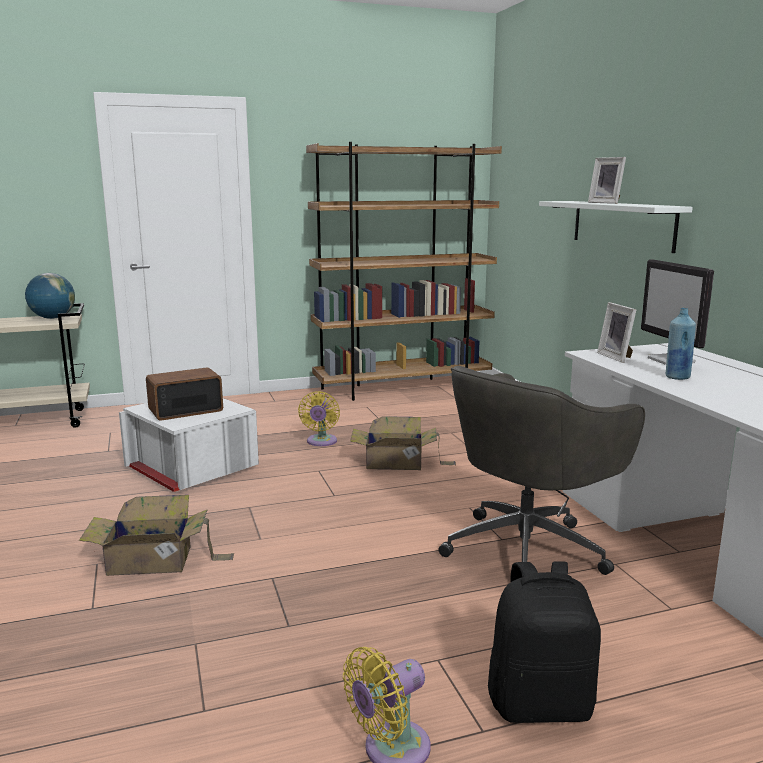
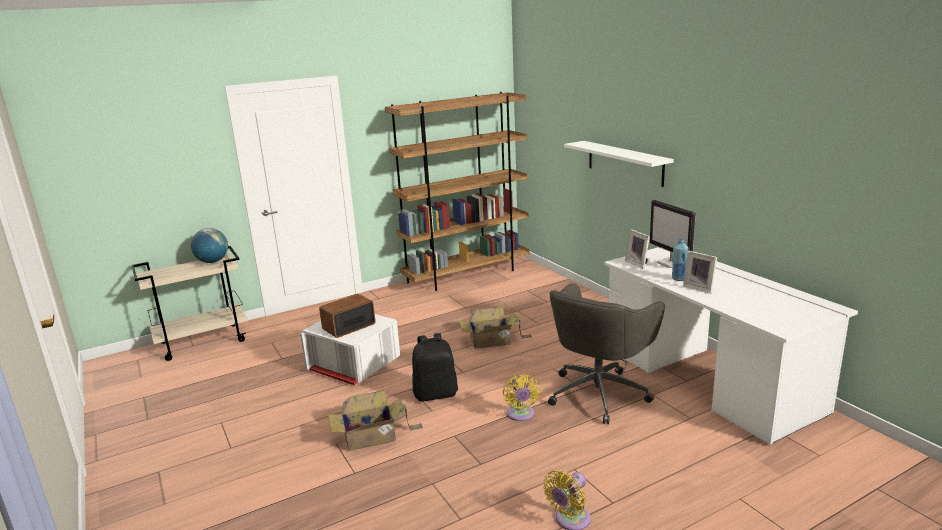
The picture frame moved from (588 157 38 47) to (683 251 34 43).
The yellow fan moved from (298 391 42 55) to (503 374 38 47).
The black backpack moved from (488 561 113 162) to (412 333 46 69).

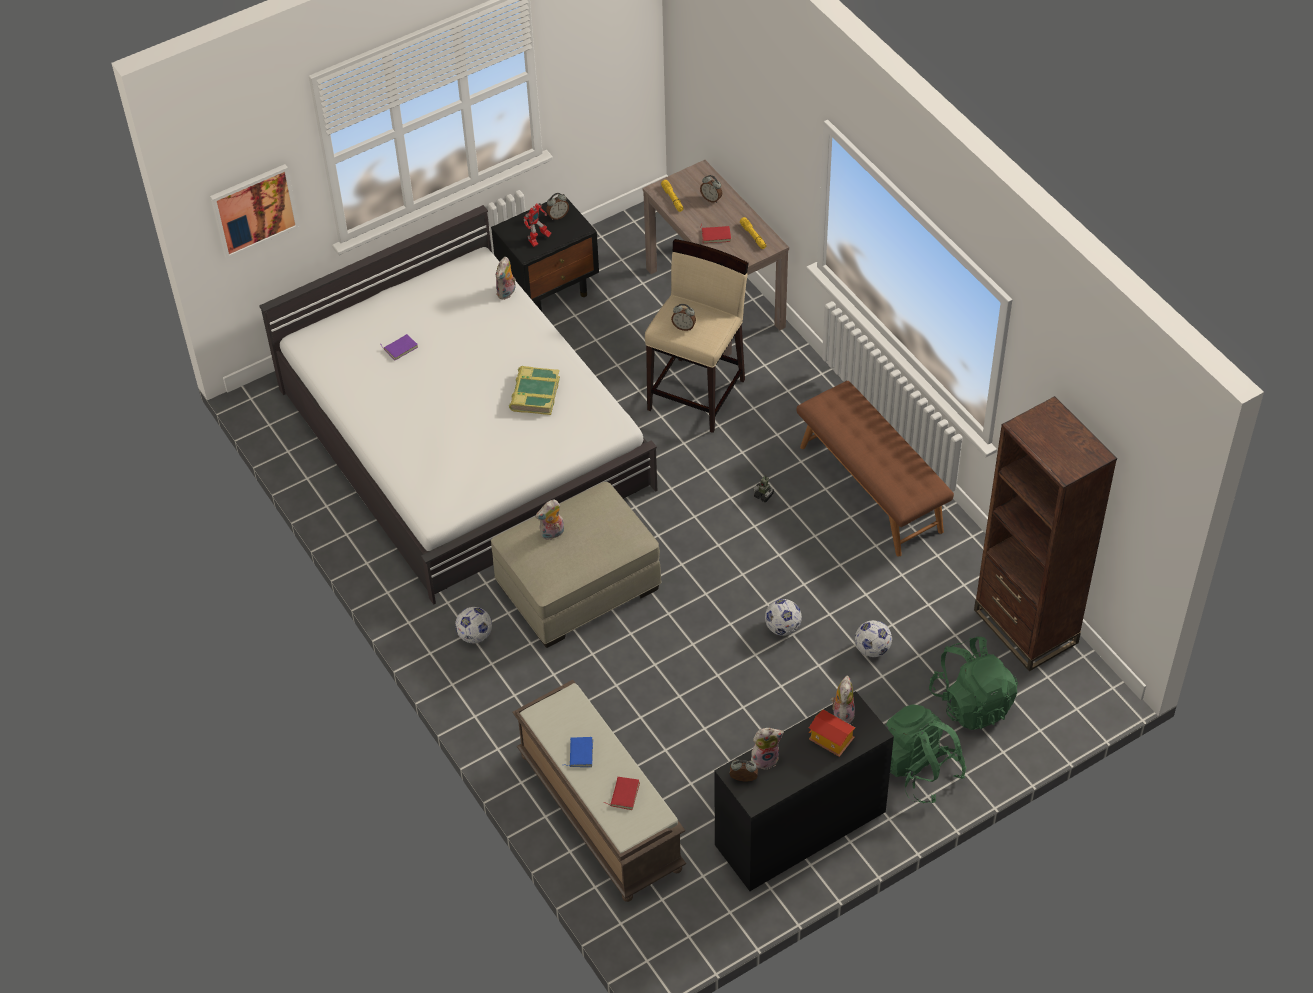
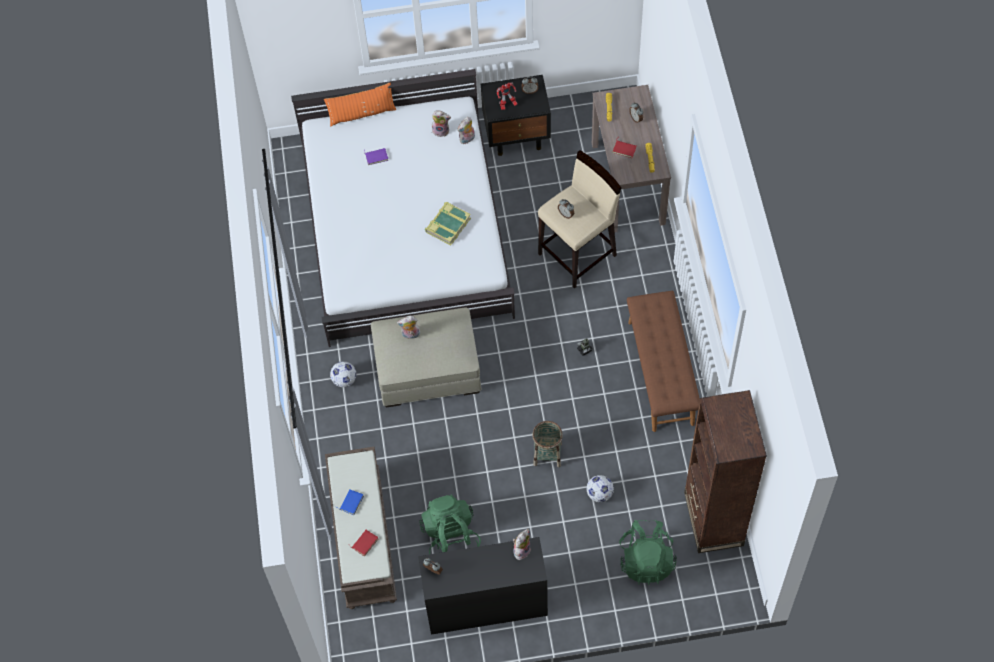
The picture at (210 164 90 95) disappeared.
The football at (765 599 37 37) was replaced by the basket at (532 421 31 46).
The green backpack moved from (886 705 80 98) to (419 495 62 59).
The toy house at (809 709 46 48) disappeared.
The plush toy moved from (751 728 33 43) to (432 110 19 27).
The orange pillow at (324 83 72 43) appeared.

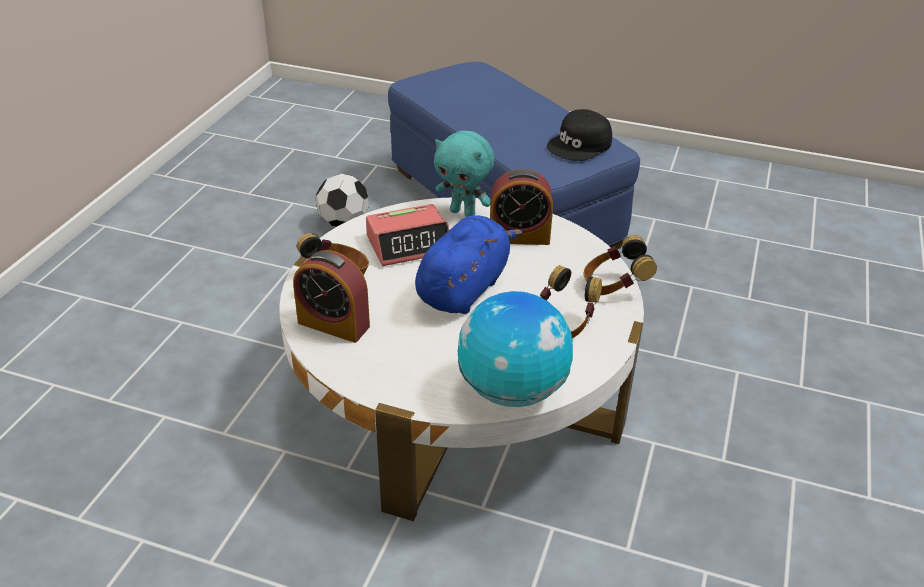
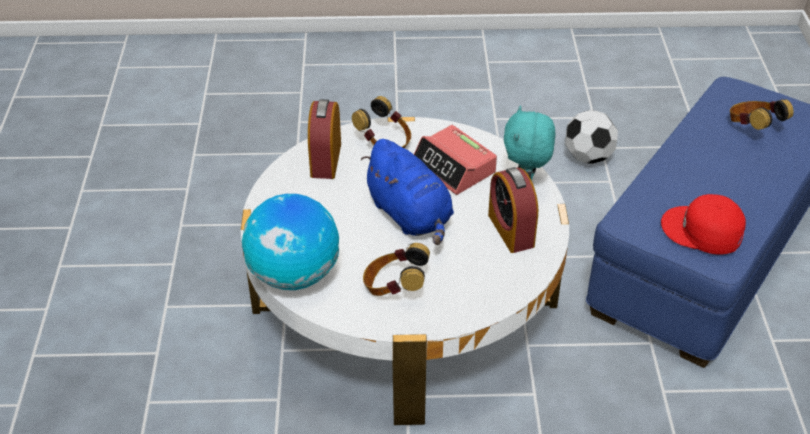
The black cap at (547 109 65 52) became the red cap at (661 194 85 60).
The blue plush toy at (415 215 108 99) turned 45 degrees clockwise.
The headphones moved from (584 235 73 60) to (730 99 64 31).

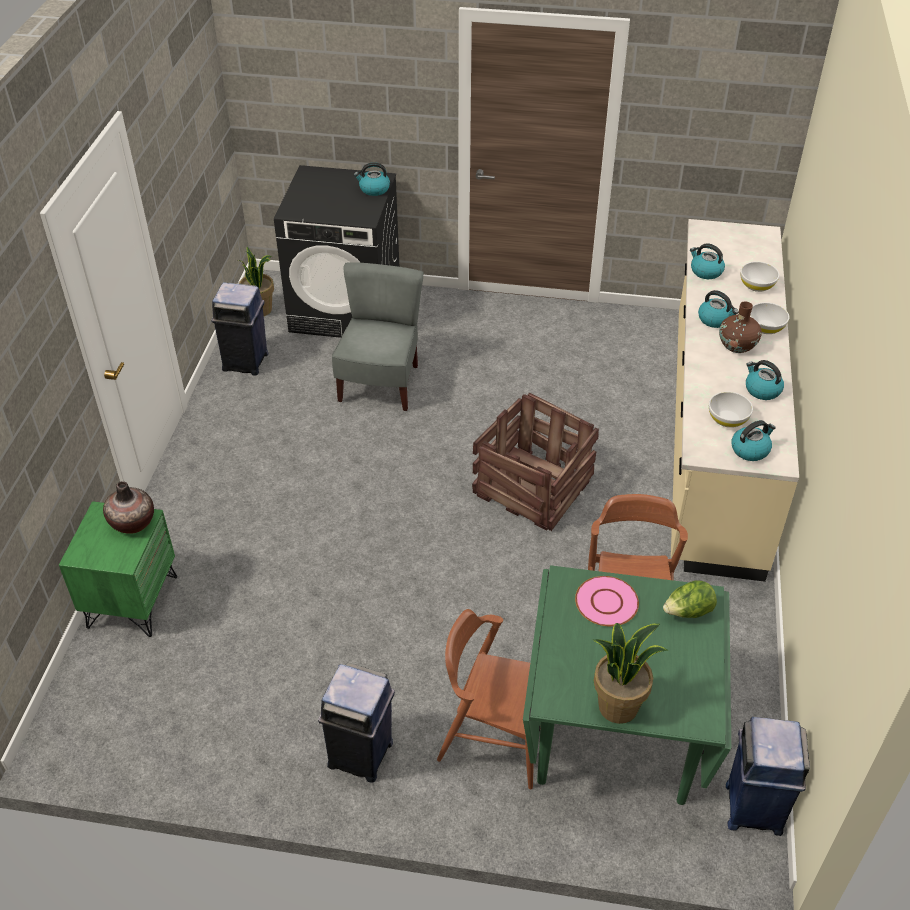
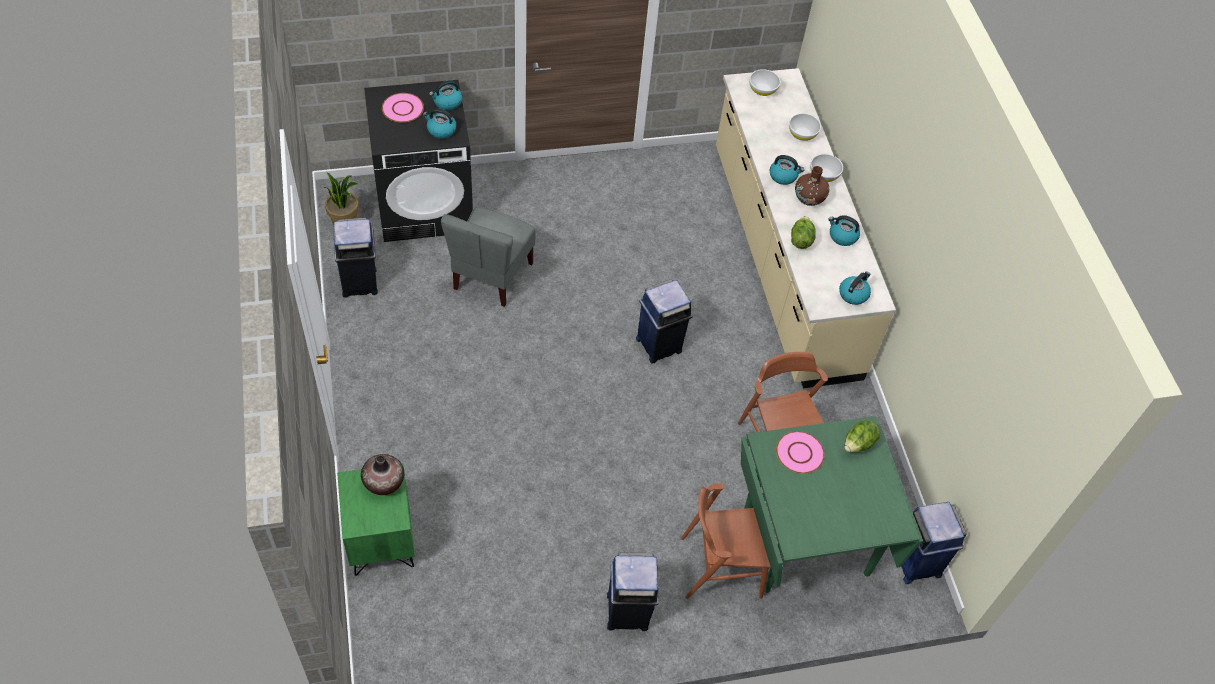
The kettle moved from (690 243 35 36) to (423 108 33 31).
The grey chair at (332 262 91 149) turned 150 degrees counterclockwise.
The white bowl moved from (709 392 44 36) to (749 69 32 27).
The crate at (472 393 127 138) was replaced by the blue trash can at (636 279 57 85).
The potted plant at (592 623 77 101) disappeared.
The pink plate at (382 93 42 29) appeared.
The lettuce at (791 216 25 33) appeared.

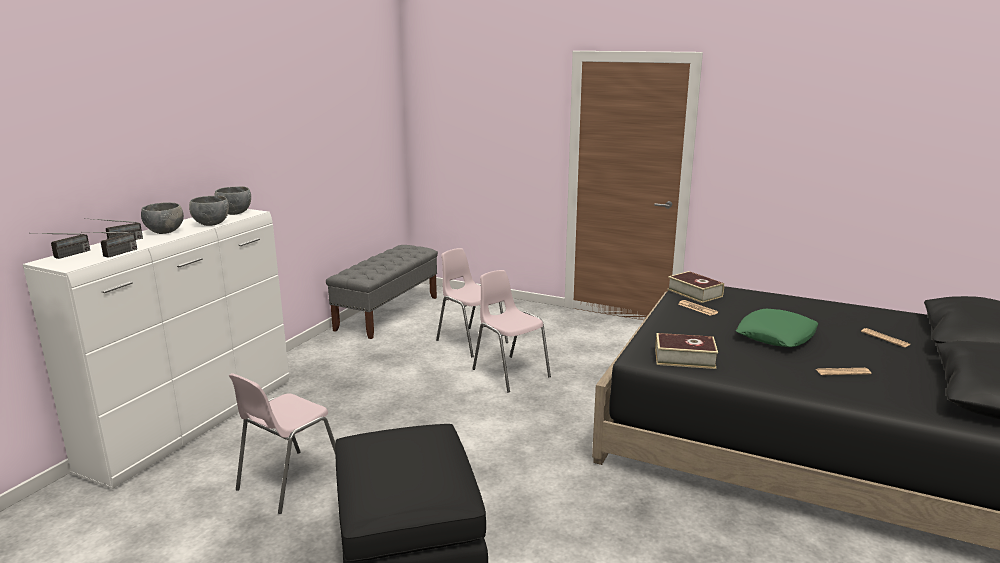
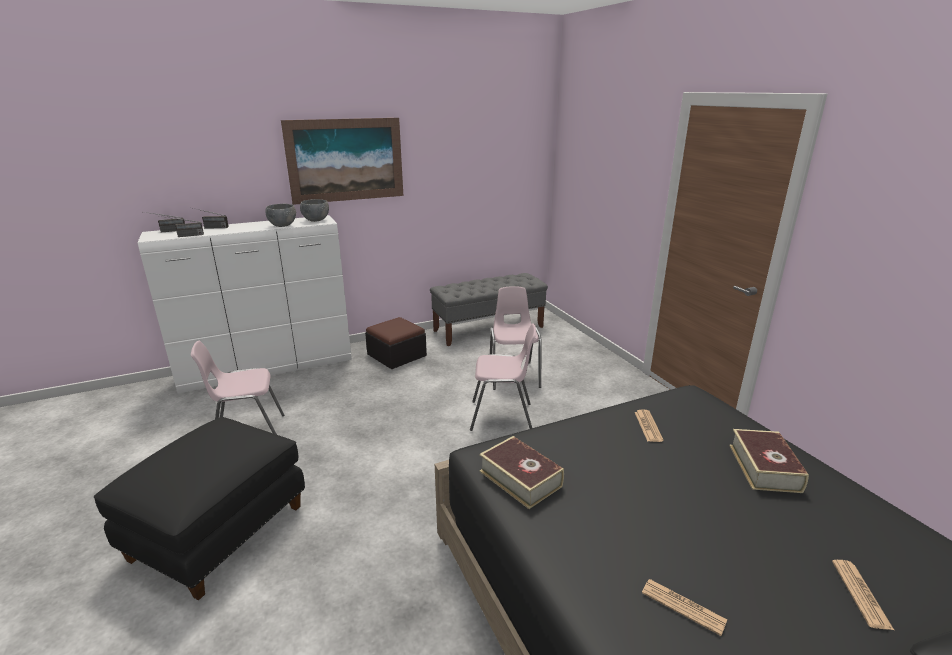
The grey bowl at (141 202 43 32) disappeared.
The pink chair at (472 270 79 123) turned 90 degrees clockwise.
The book moved from (667 271 57 32) to (729 429 80 64).
The green pillow at (736 309 82 38) disappeared.
The picture at (281 118 122 87) appeared.
The ottoman at (365 317 62 52) appeared.

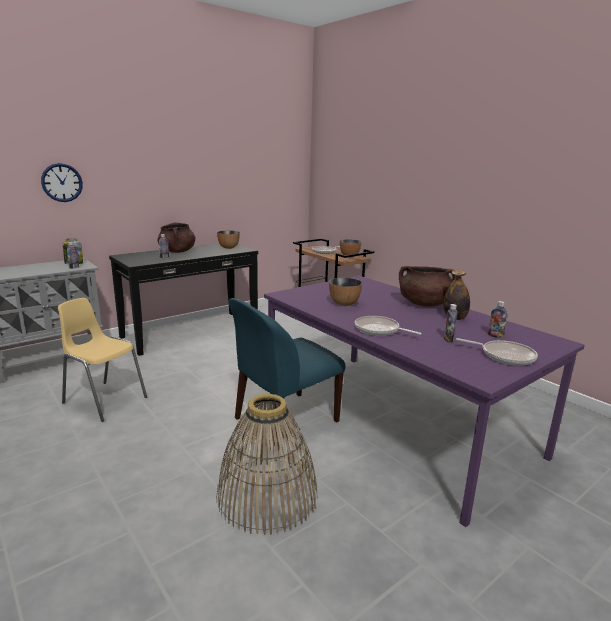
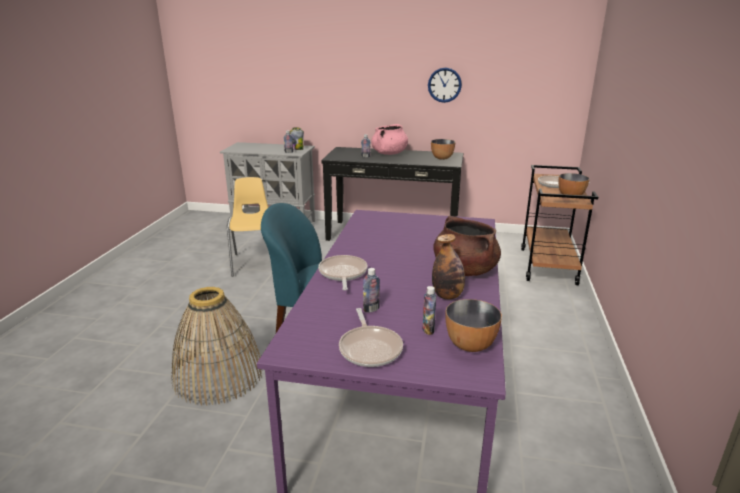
The wall clock moved from (41 163 42 39) to (428 68 34 35).
The brown cooking pot at (158 222 37 31) became the pink cooking pot at (371 124 37 31).
The bowl moved from (329 278 33 28) to (445 299 57 53).

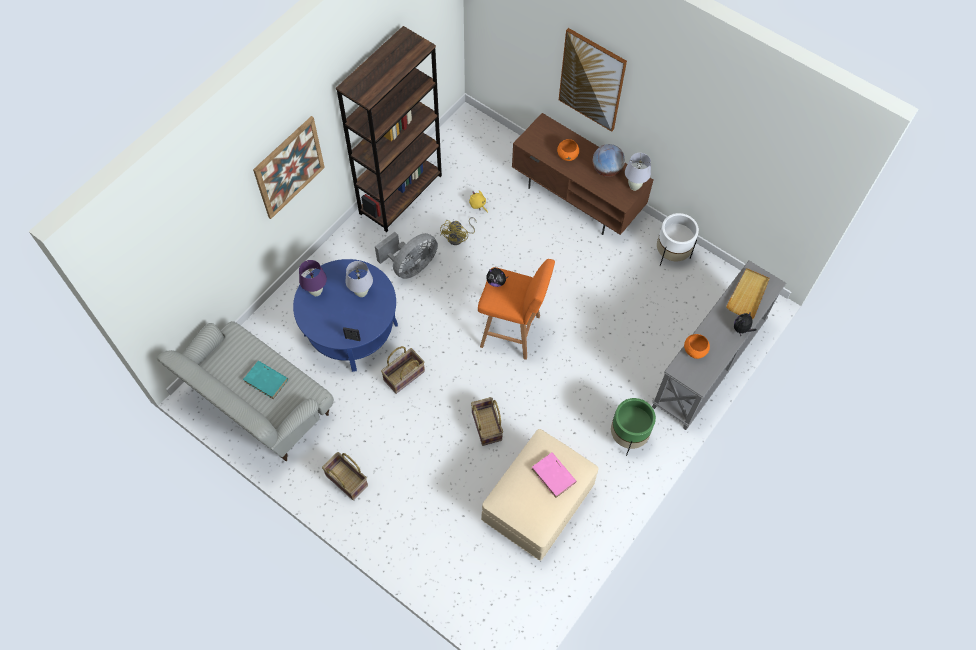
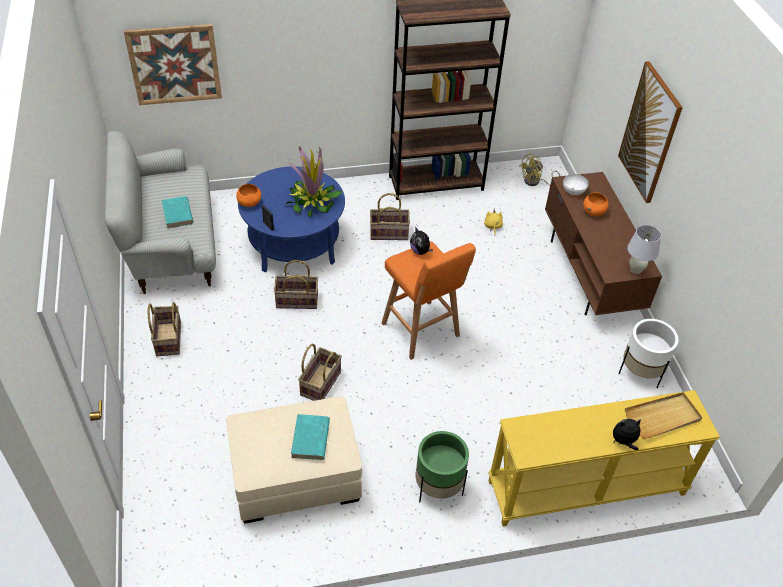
The picture moved from (253 116 72 103) to (124 24 98 81).
The globe at (593 144 32 33) disappeared.
The yellow fan moved from (440 217 37 28) to (519 153 41 33).
The grey fan at (375 232 63 47) was replaced by the basket at (370 193 40 47).
The purple table lamp at (299 260 28 36) disappeared.
The white table lamp at (345 261 28 36) was replaced by the potted plant at (286 146 56 71).
The grey console table at (652 261 134 169) became the yellow console table at (489 390 231 136).
The orange bowl moved from (684 334 26 25) to (236 184 25 23).
The pink book at (532 452 45 46) became the turquoise book at (291 414 39 46).
The white bowl at (563 174 26 21) appeared.

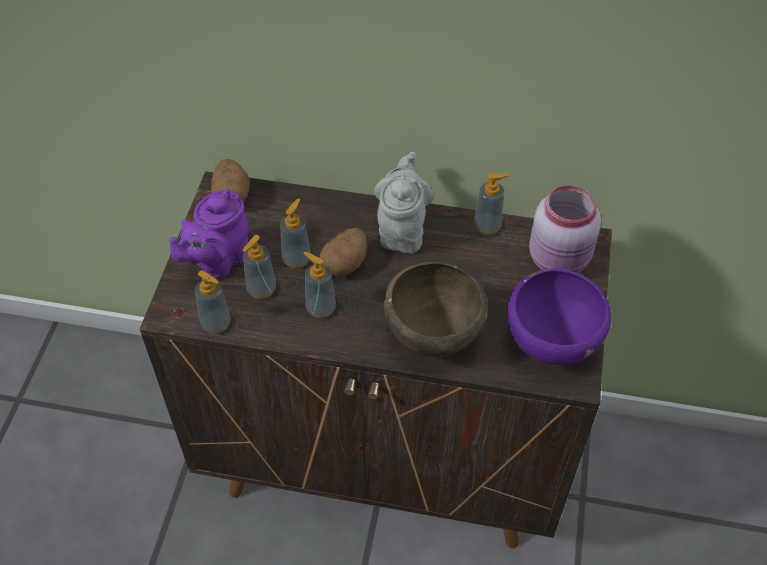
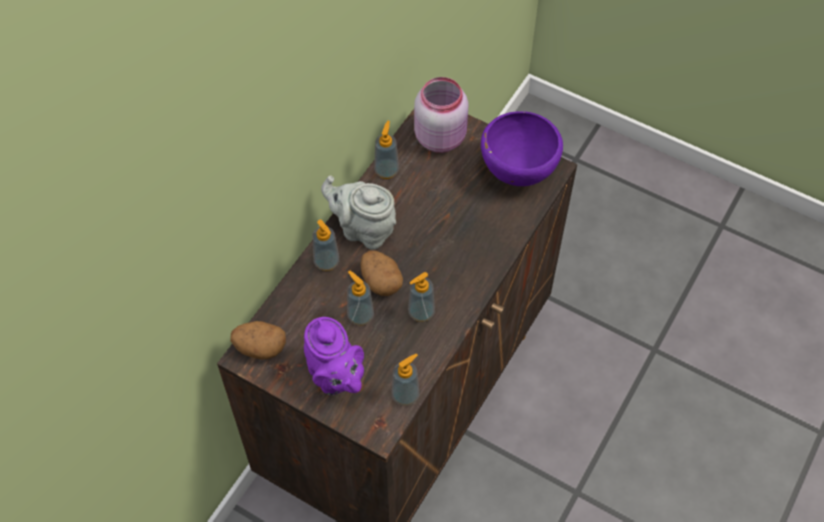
The soap dispenser moved from (242 235 34 64) to (312 220 27 51).
The brown bowl at (384 262 104 95) disappeared.

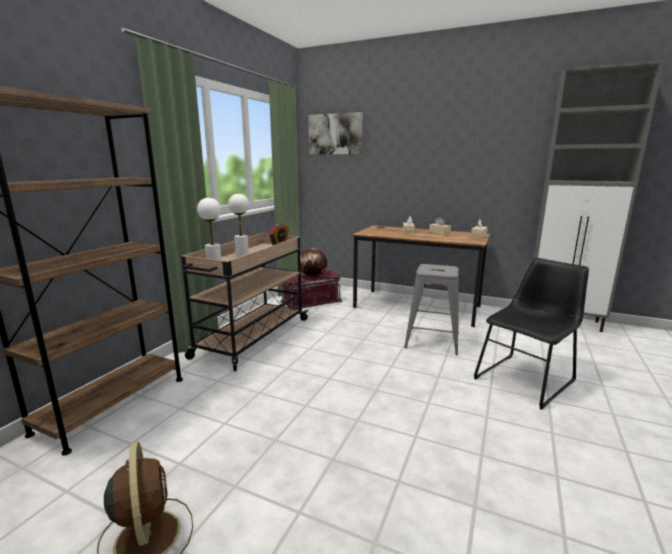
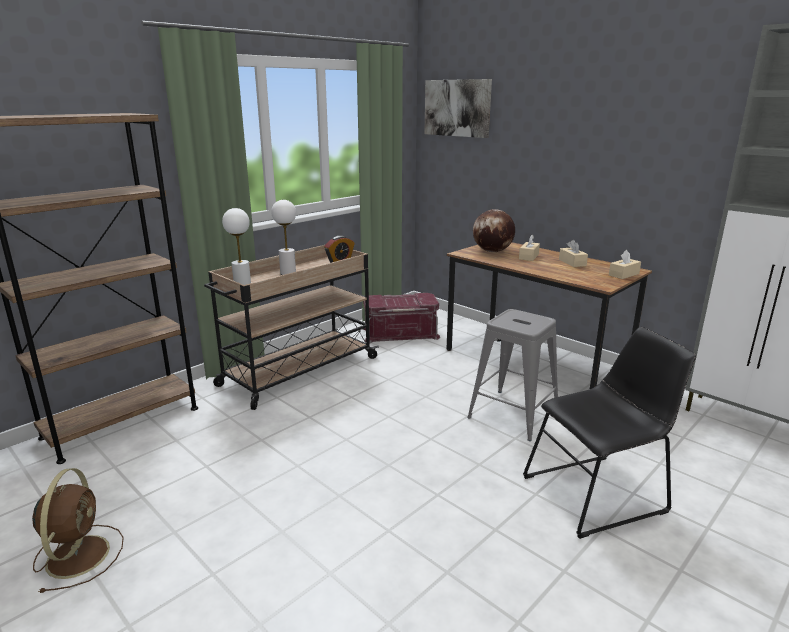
The globe moved from (300 248 27 29) to (473 209 42 43).

